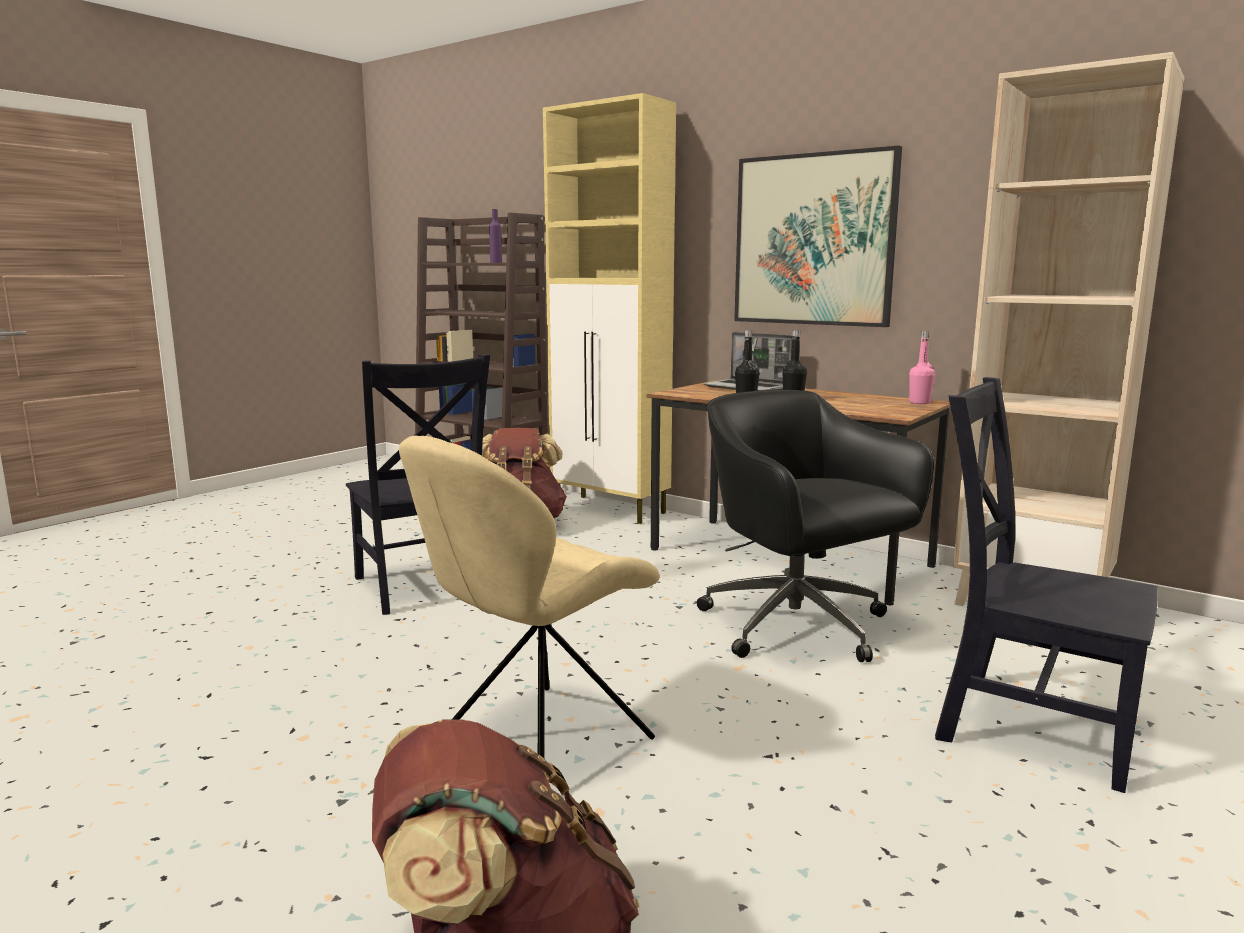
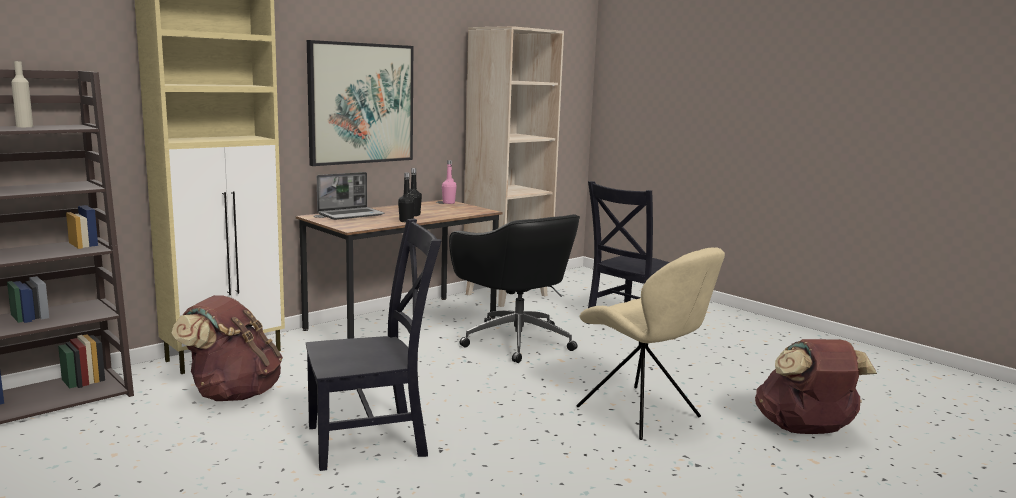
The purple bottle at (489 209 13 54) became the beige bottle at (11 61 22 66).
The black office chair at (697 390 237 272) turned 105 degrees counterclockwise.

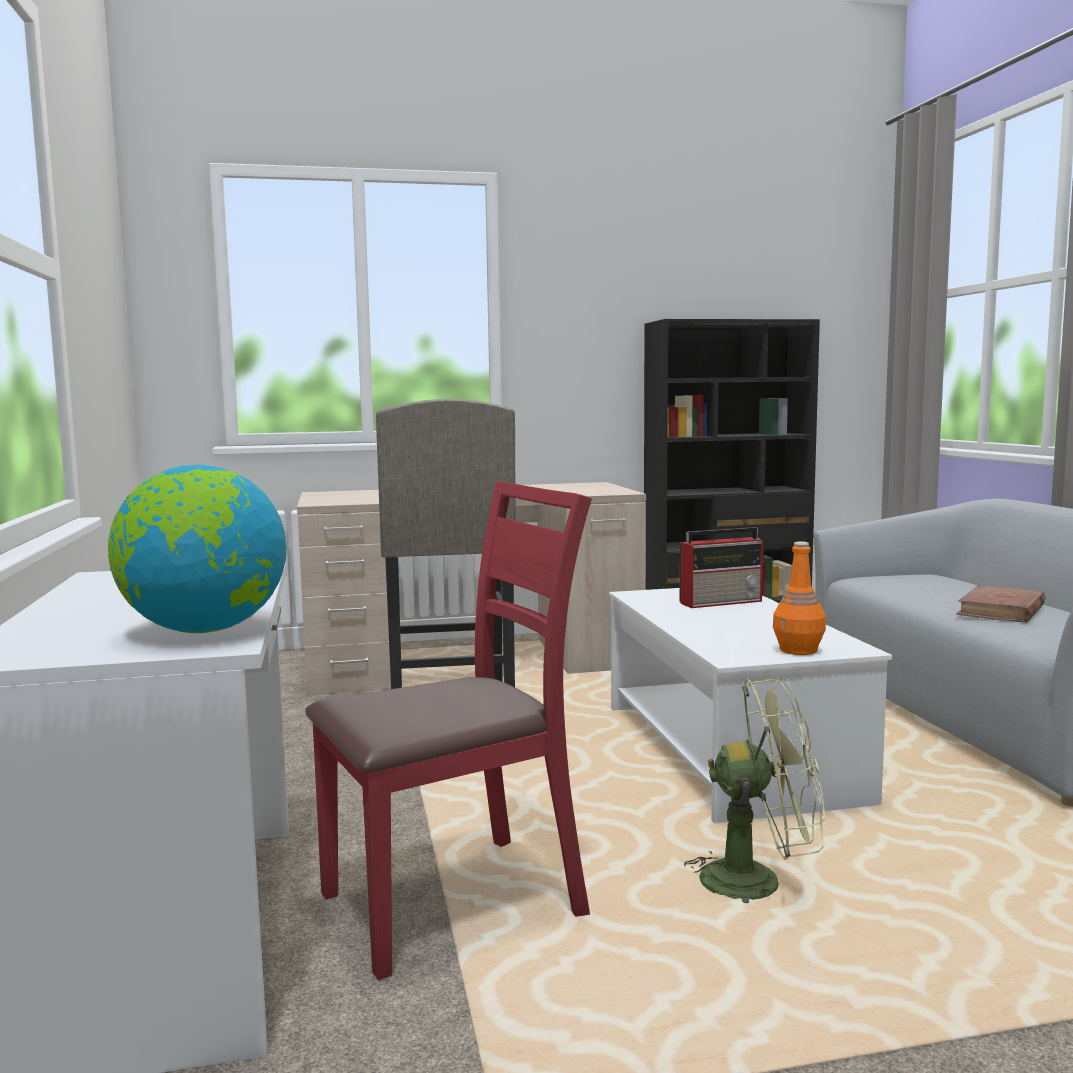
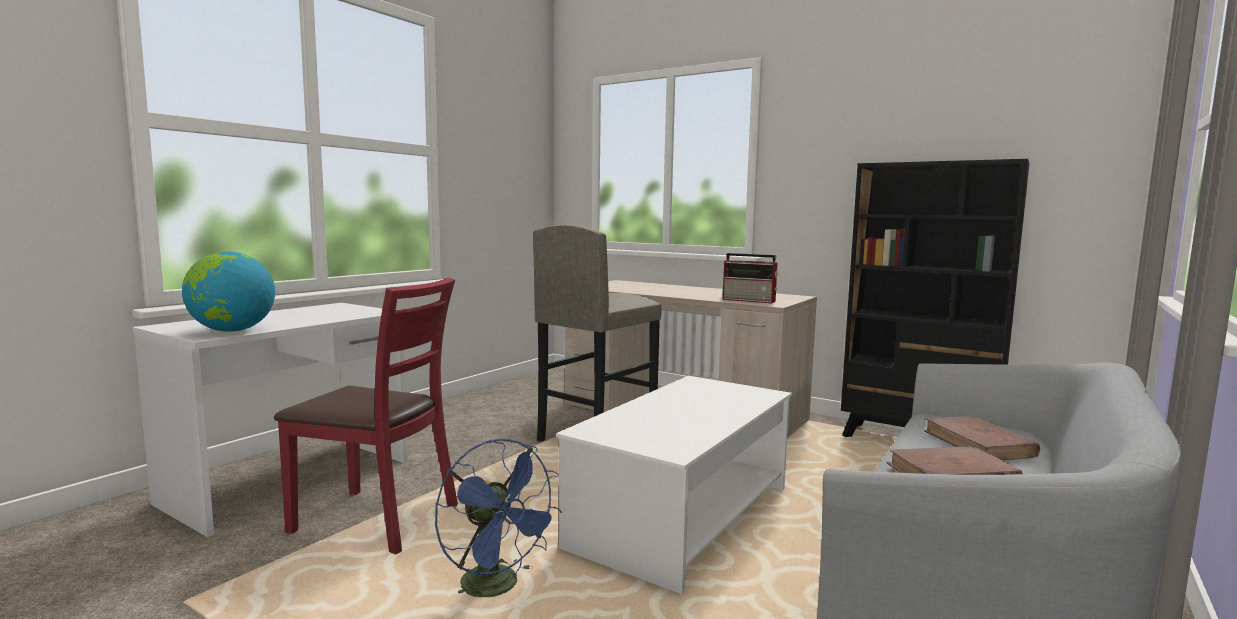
The radio moved from (680 527 83 81) to (723 253 56 50).
The orange bottle at (773 542 53 113) disappeared.
The green fan at (684 678 141 225) became the blue fan at (435 439 127 160).
The brown book at (924 416 116 44) appeared.

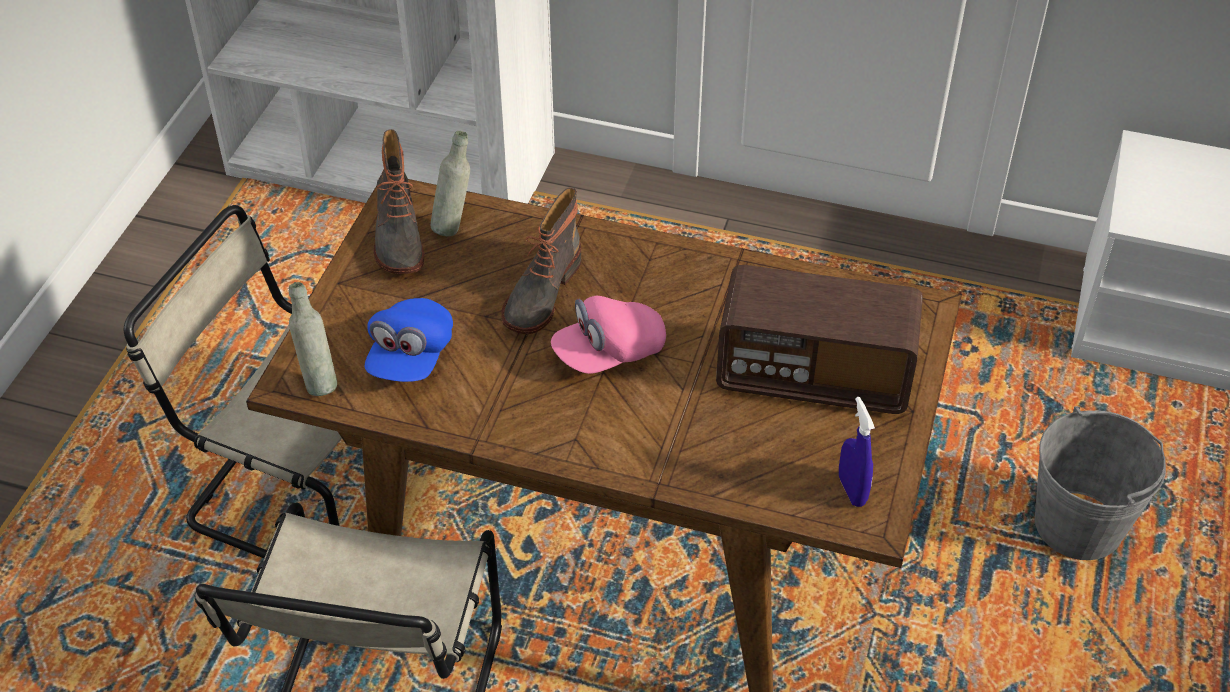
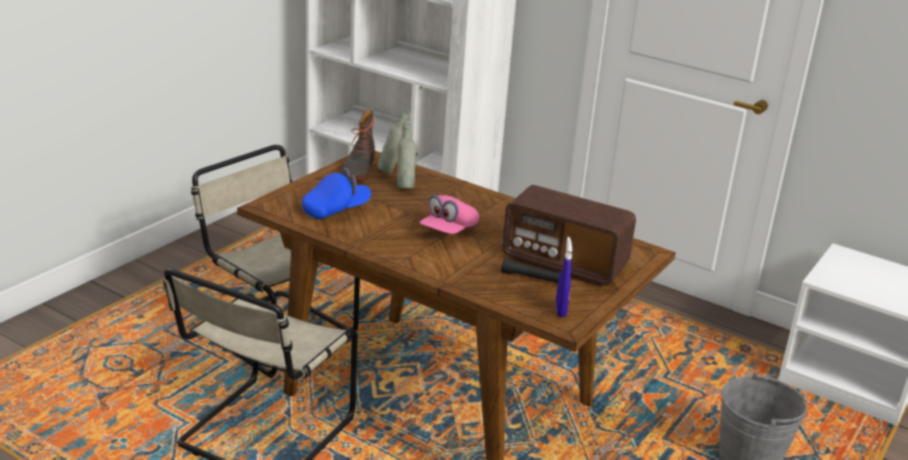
The boot at (501 188 80 146) disappeared.
The grey bottle moved from (289 282 48 114) to (397 123 19 66).
The pink cap at (551 296 115 78) turned 45 degrees counterclockwise.
The blue cap at (364 298 89 84) turned 150 degrees counterclockwise.
The black flashlight at (501 258 59 25) appeared.

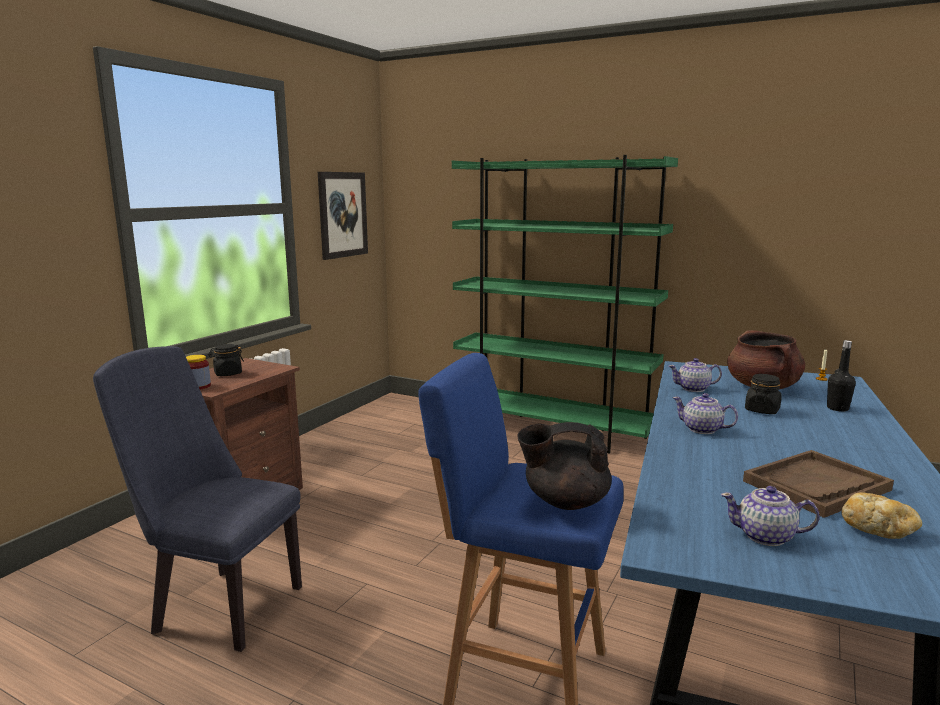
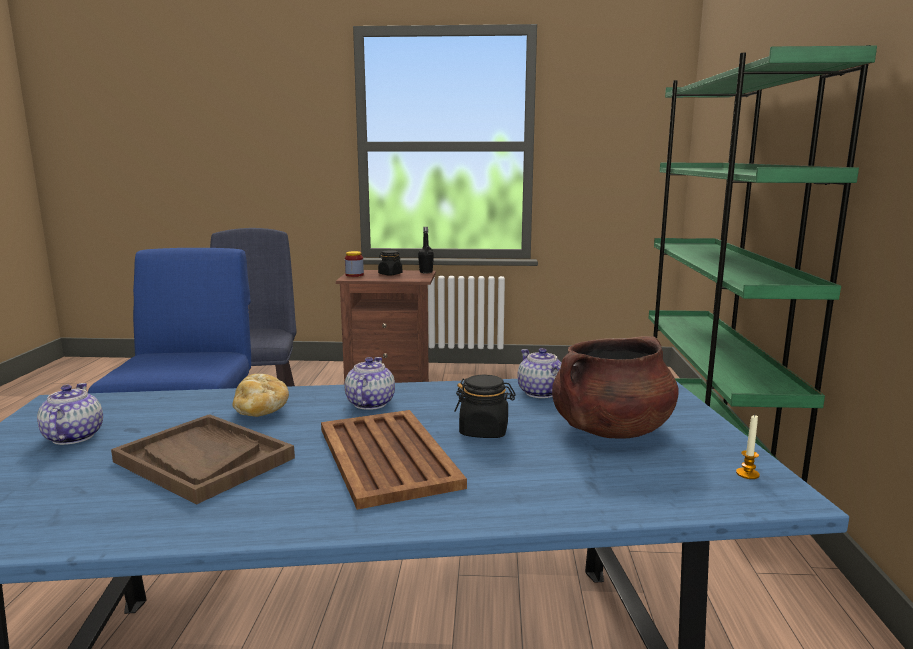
The picture at (318 172 50 88) disappeared.
The black bottle moved from (827 340 29 72) to (418 227 16 46).
The black teapot at (518 422 94 88) disappeared.
The bread moved from (842 492 80 47) to (232 374 57 43).
The brown tray at (321 410 146 100) appeared.

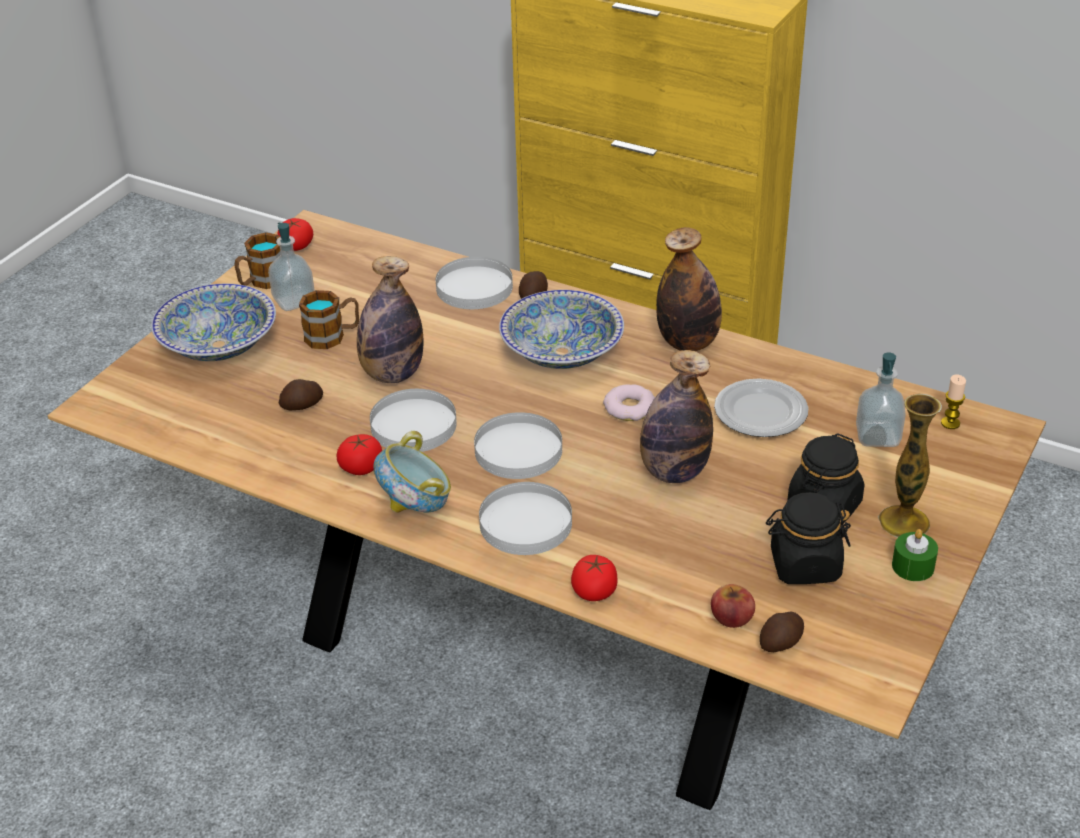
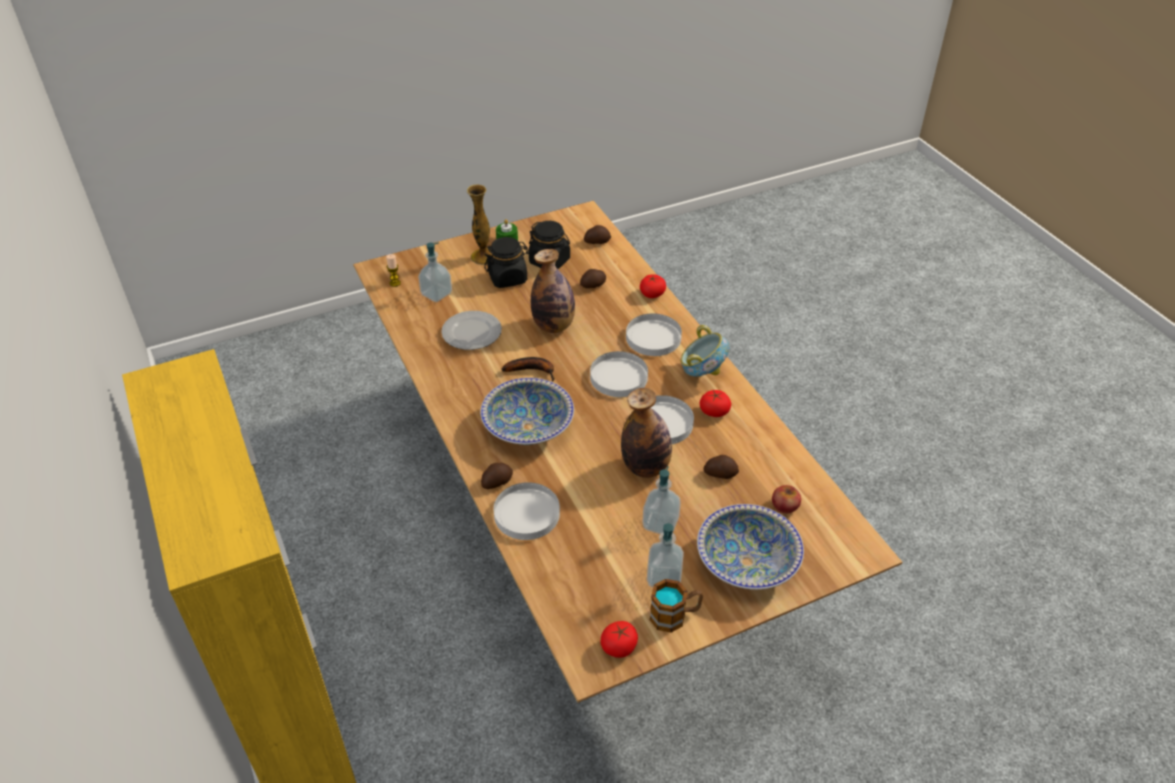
The bottle at (656 227 66 124) disappeared.
The mug at (299 290 60 59) was replaced by the soap dispenser at (642 466 39 68).
The donut at (603 384 52 37) was replaced by the banana at (502 357 53 24).
The apple moved from (711 584 44 44) to (772 485 29 29).
The potato at (580 269 26 19) appeared.

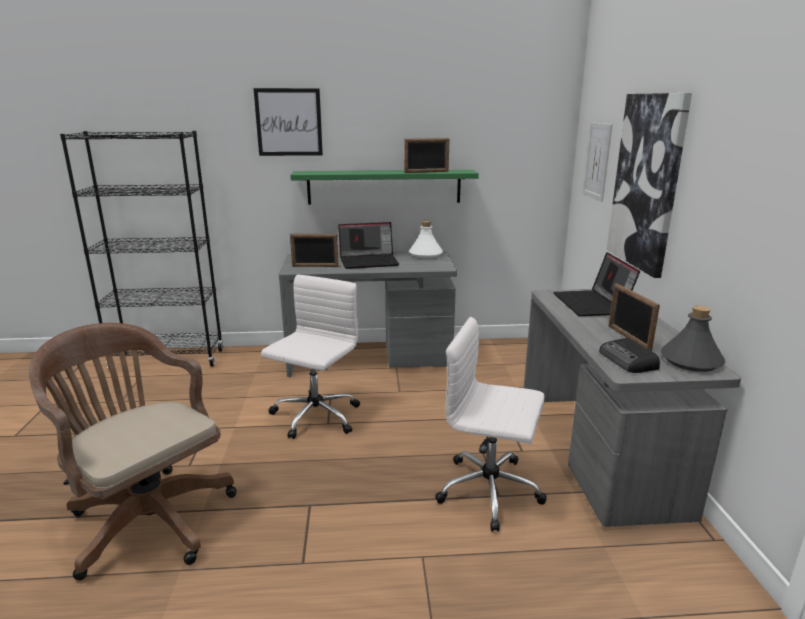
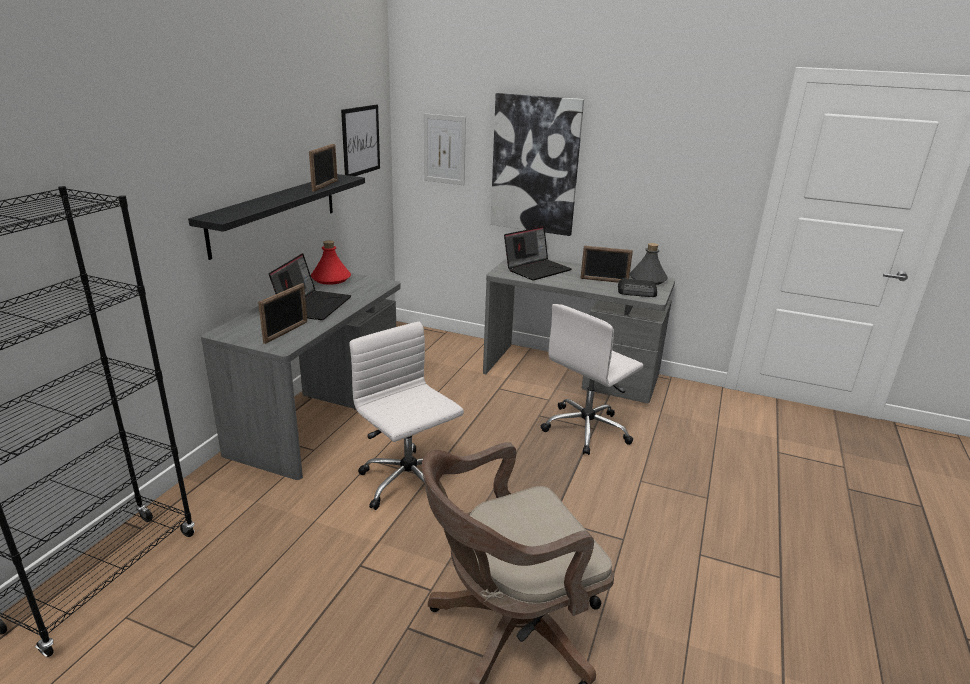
The picture moved from (253 88 70 68) to (341 104 39 72).
The green shelf at (290 170 189 35) became the black shelf at (188 174 177 86).
The white bottle at (409 221 34 37) became the red bottle at (311 240 40 45).
The laptop at (553 252 87 64) turned 60 degrees counterclockwise.

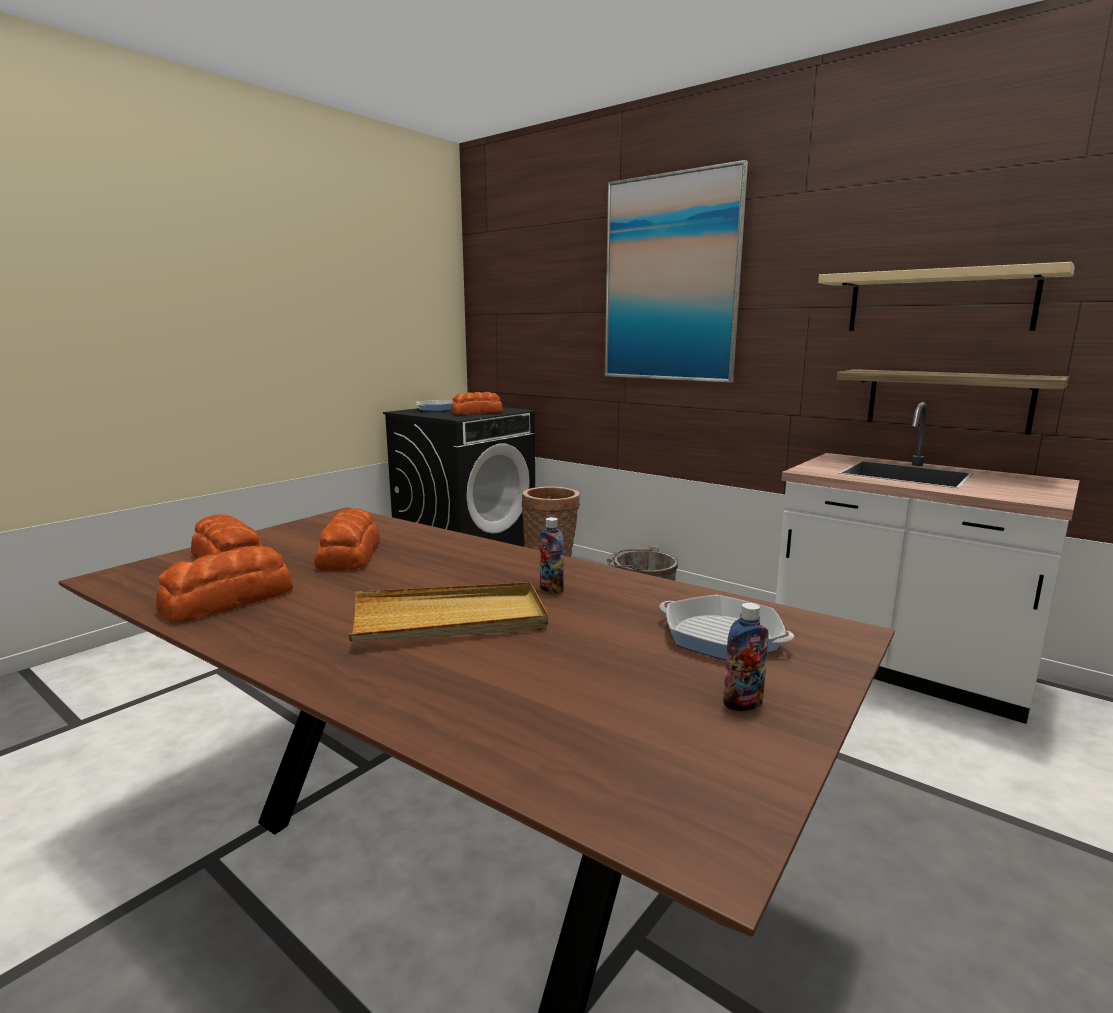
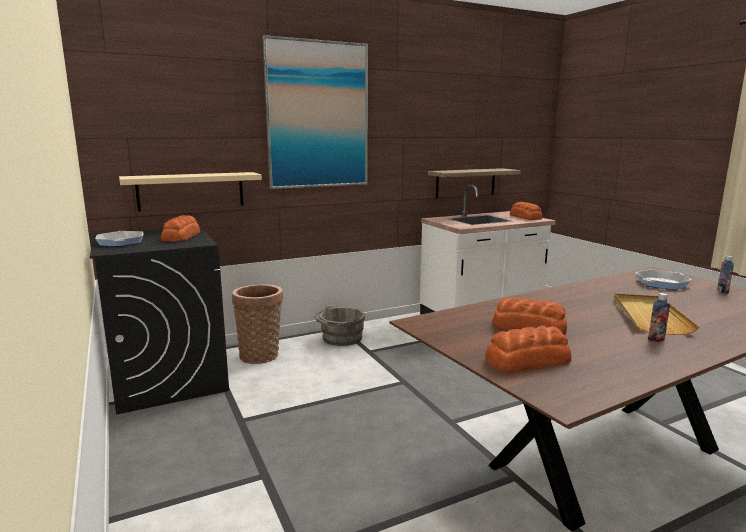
The beige shelf moved from (818 262 257 69) to (119 172 143 40).
The bottle moved from (539 517 25 76) to (648 293 22 49).
The bread moved from (156 546 137 76) to (510 202 32 18).

